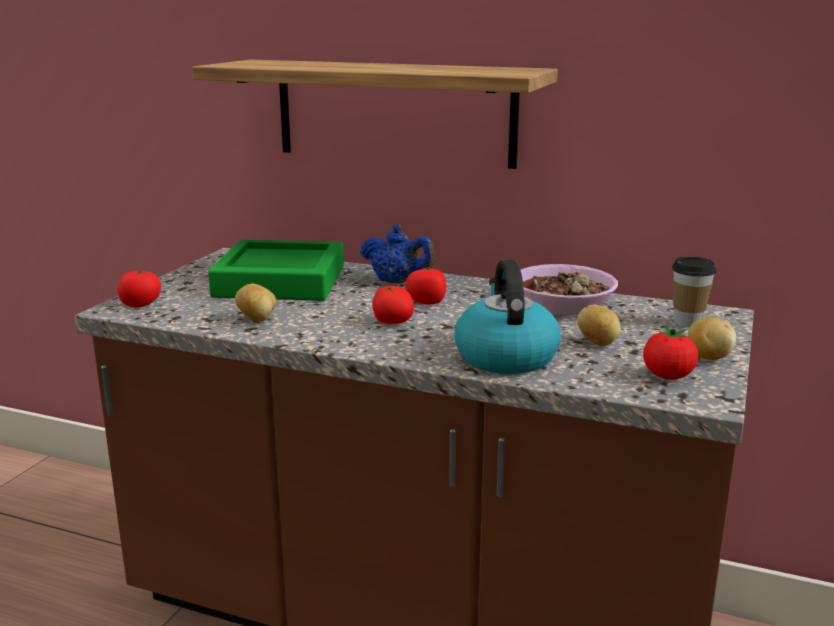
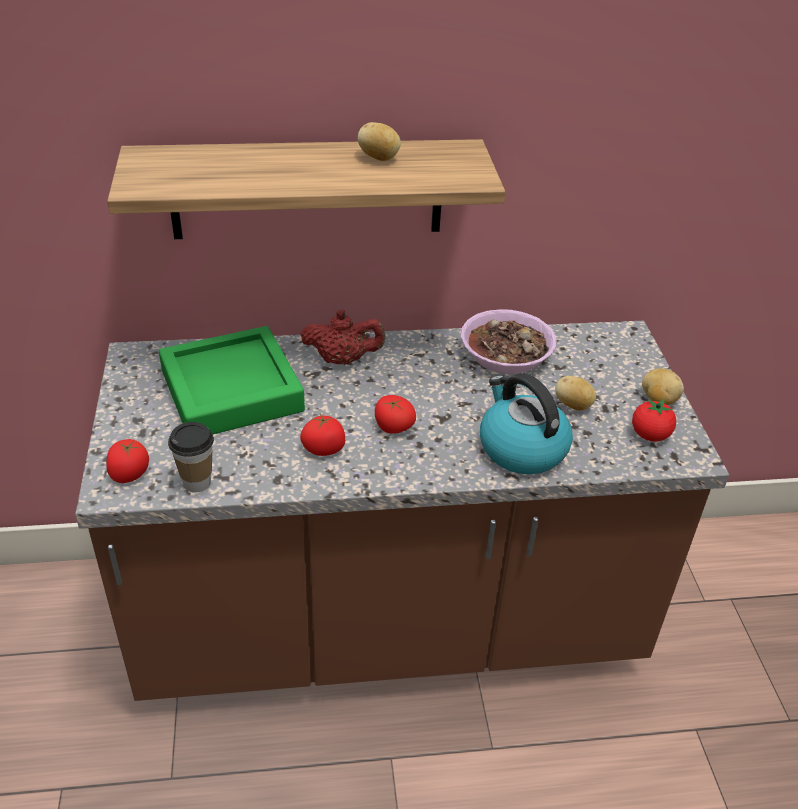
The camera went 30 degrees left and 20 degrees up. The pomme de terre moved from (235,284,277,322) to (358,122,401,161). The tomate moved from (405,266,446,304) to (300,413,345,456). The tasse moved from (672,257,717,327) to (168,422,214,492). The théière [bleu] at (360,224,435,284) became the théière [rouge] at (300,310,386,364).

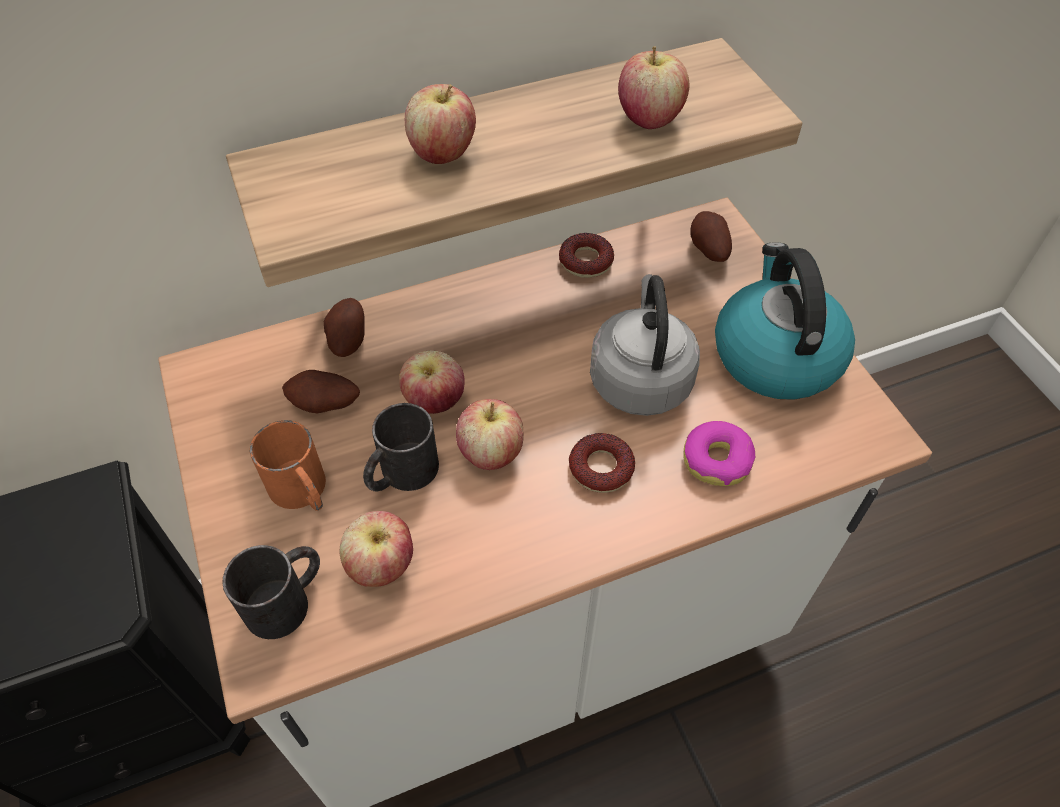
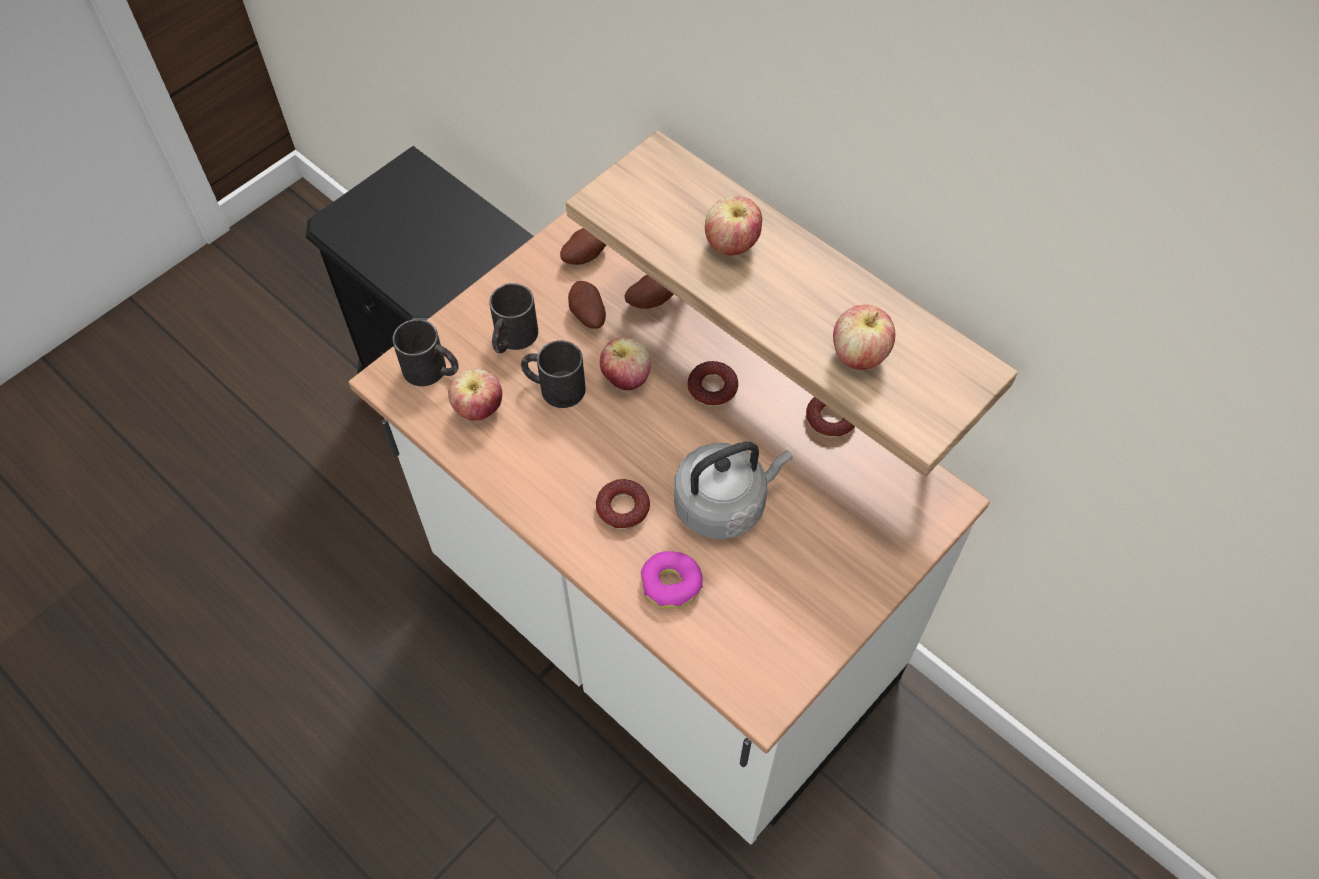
The camera went 65 degrees right and 5 degrees up. The pomme at (456,399,524,470) disappeared. The bouilloire at (715,242,855,400) disappeared. The beignet at (688,361,738,407) appeared. The pomme de terre moved from (690,211,732,262) to (560,228,606,265). The mug [orange] at (250,420,326,511) became the mug [noir] at (489,283,538,353).

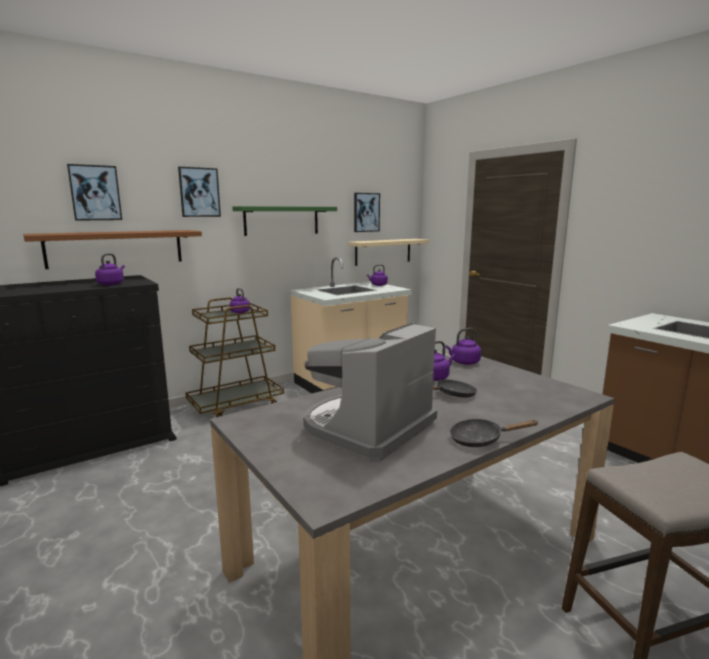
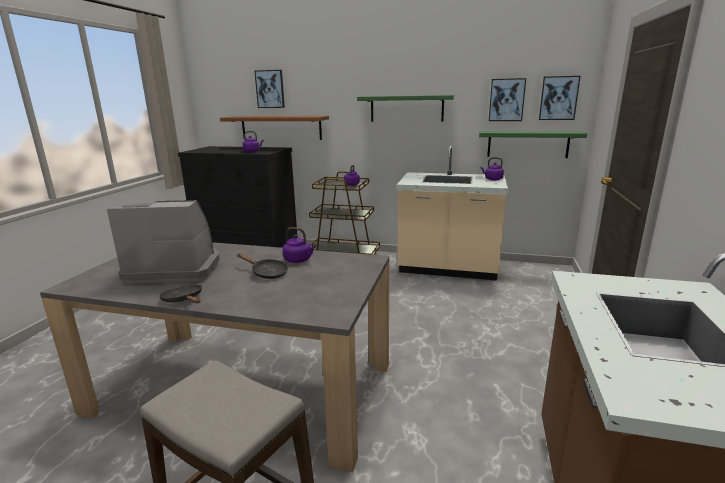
The camera went 50 degrees right and 5 degrees up. The bouilloire [violet] at (446,328,481,365) disappeared. The tableau moved from (178,167,221,217) to (539,76,580,120). The étagère [beige] at (348,239,429,266) became the étagère [vert] at (479,131,587,158).

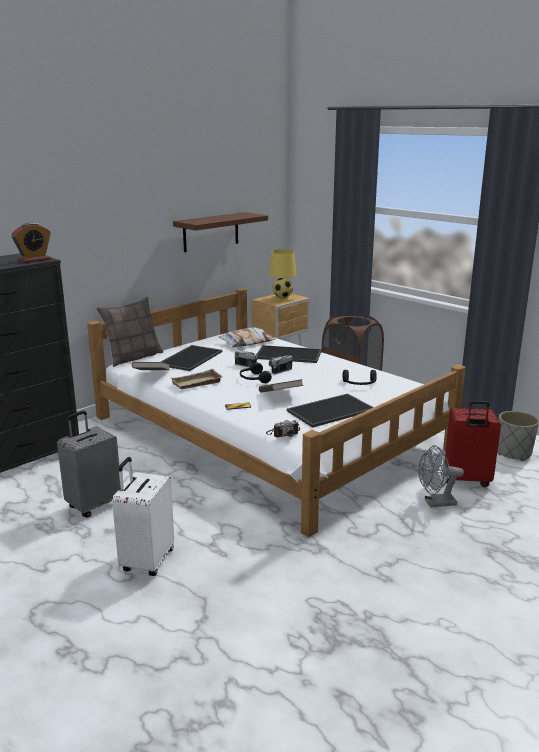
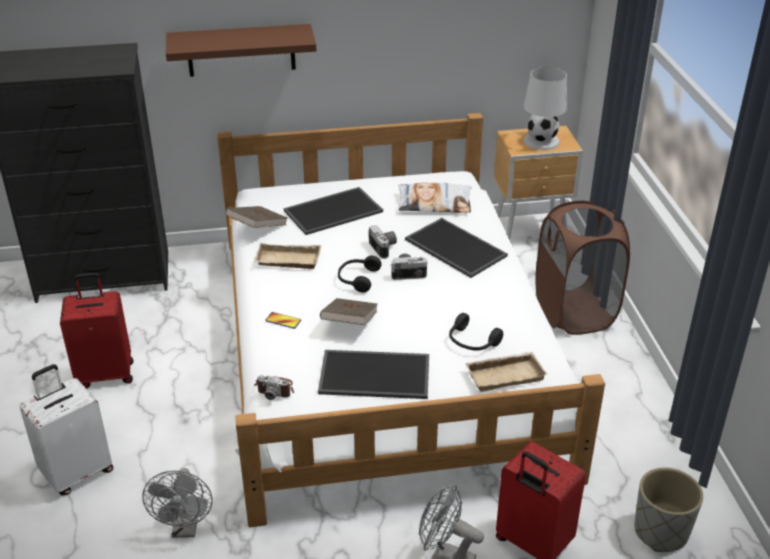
The camera went 35 degrees right and 15 degrees up. The réveil at (11,223,51,263) disappeared. The coussin at (97,297,163,367) disappeared. The ventilateur [gris] at (142,468,213,538) appeared. The plateau [beige] at (465,352,547,392) appeared. The étagère [marron] moved from (173,212,268,252) to (166,24,317,77). The valise [gris] at (57,411,121,518) became the valise [rouge] at (60,273,133,389). The lampe de table [jaune] at (269,250,297,302) became the lampe de table [blanc] at (524,66,567,150).

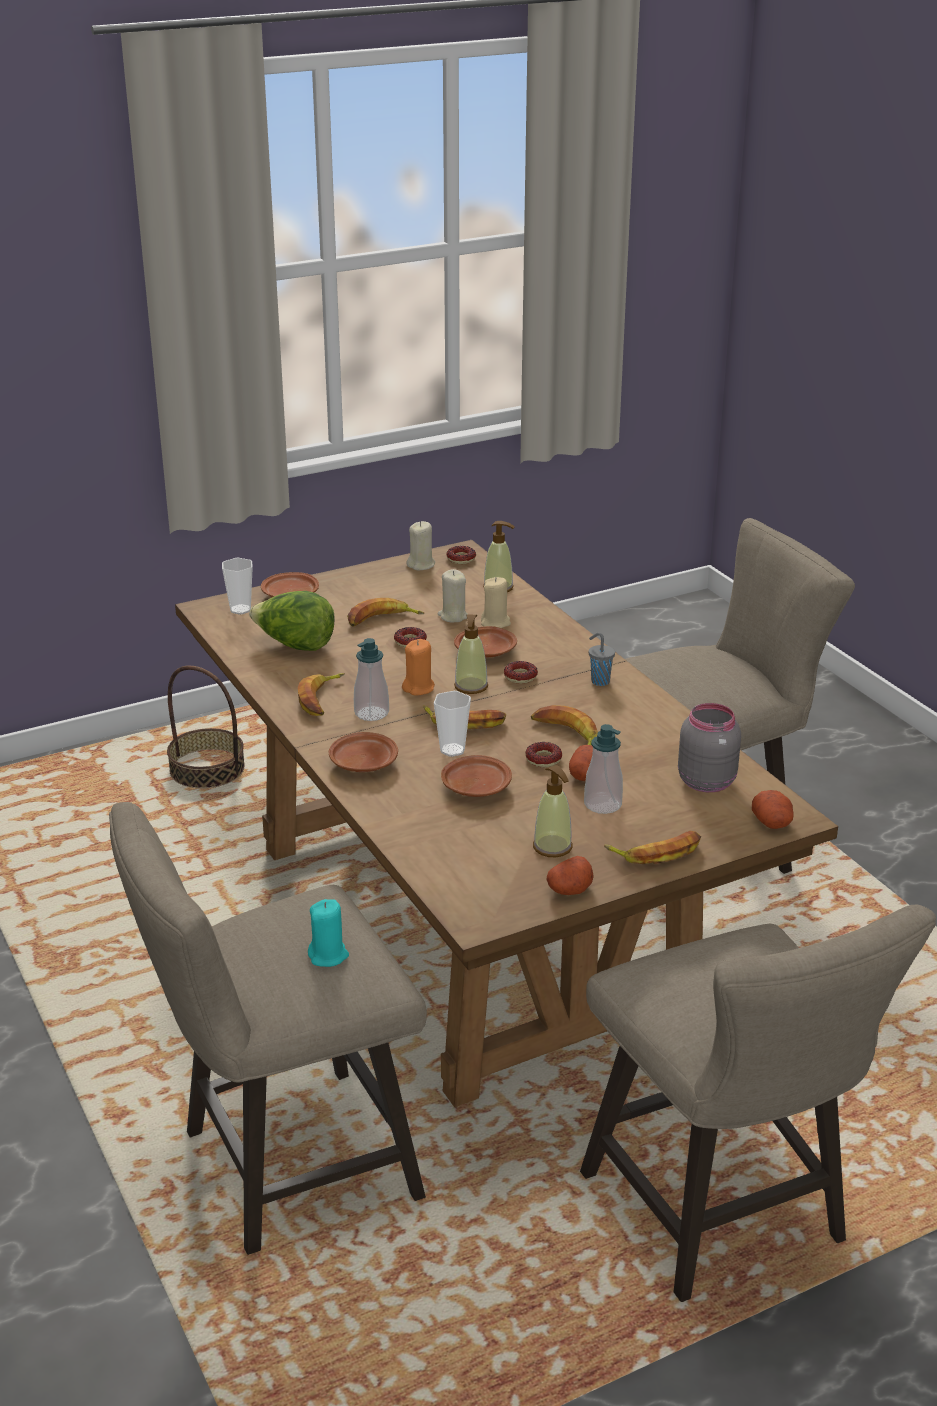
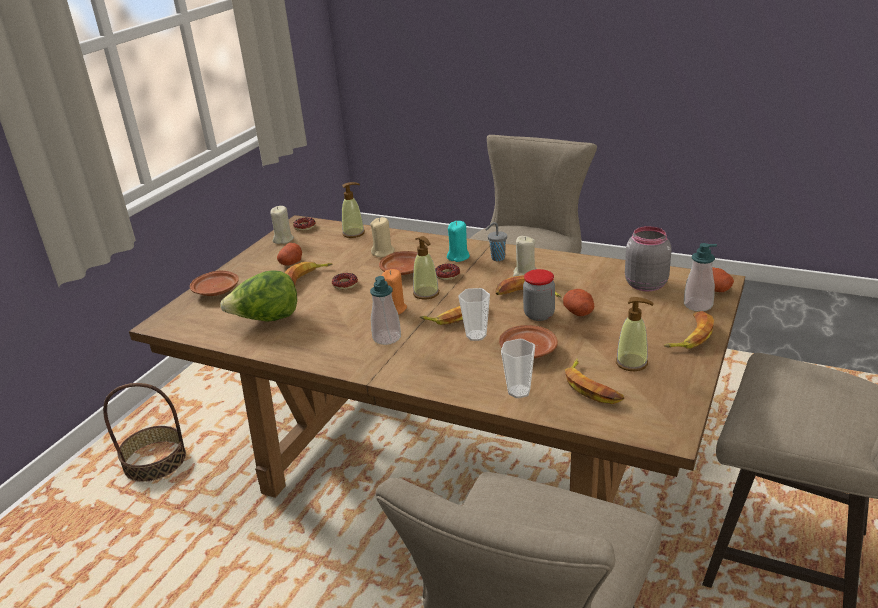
The camera went 35 degrees left and 0 degrees up. The assiette [marron] at (329,732,398,772) disappeared. The tasse moved from (222,558,253,615) to (501,339,535,398). The banane moved from (298,673,345,716) to (565,358,624,404). The bougie [turquoise] moved from (308,899,349,967) to (447,221,470,262). The bougie [beige] moved from (438,569,467,622) to (513,236,537,277). The pomme de terre moved from (547,856,594,895) to (277,243,302,266). The distributeur de savon moved from (584,724,623,814) to (684,243,717,311). The beignet at (525,742,562,767) was replaced by the bocal at (523,269,555,321).

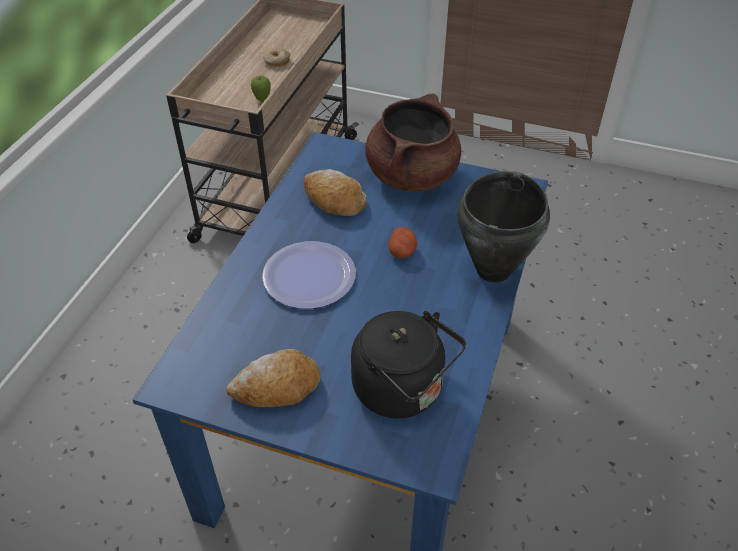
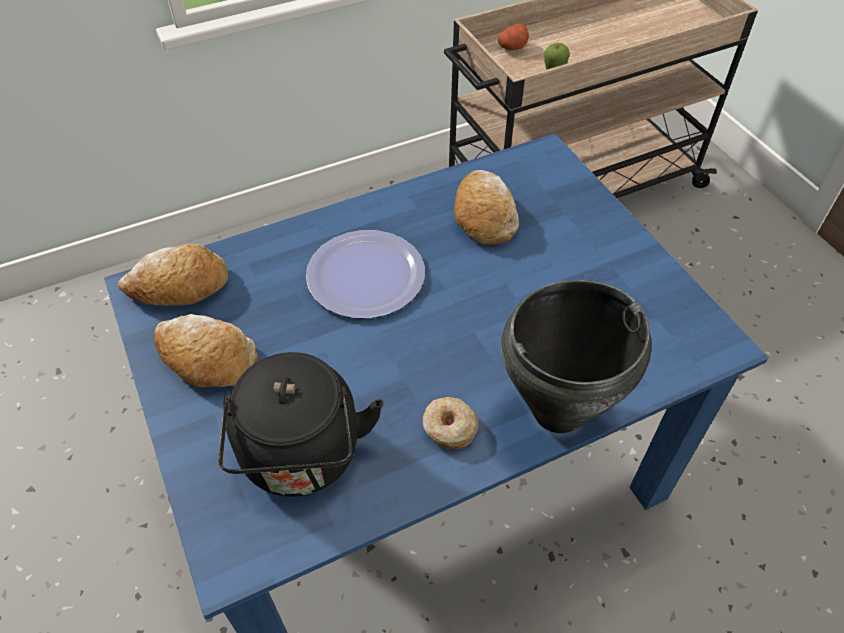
The camera went 45 degrees right and 5 degrees up. The marmite [marron] at (365,94,461,192) disappeared. The pain at (118,244,228,306) appeared. The beignet moved from (263,48,290,67) to (423,397,478,450). The pomme de terre moved from (388,227,418,258) to (498,24,529,50).

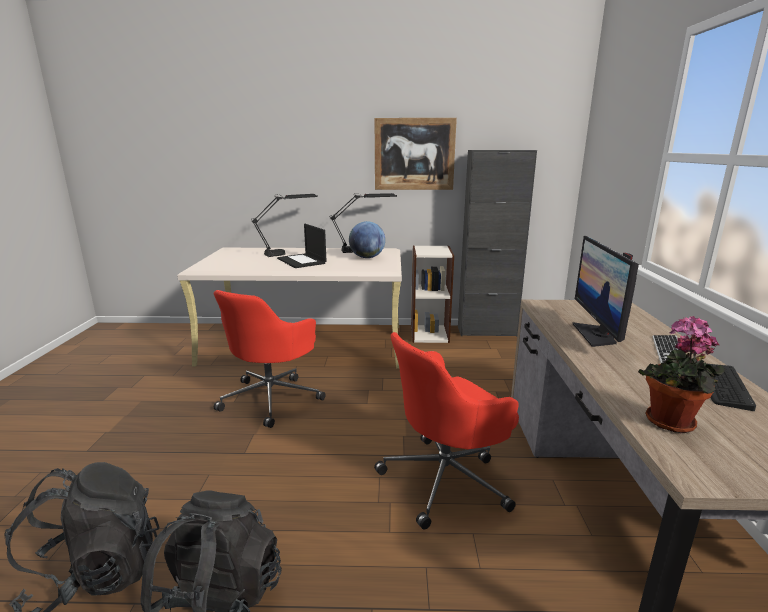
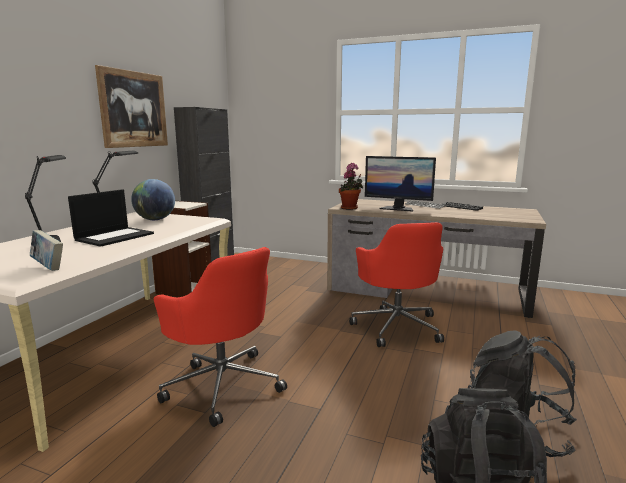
The camera went 70 degrees left and 5 degrees down. The livre at (30,230,63,271) appeared. The plante en pot moved from (638,316,725,433) to (339,163,363,210). The ordinateur portable at (277,224,327,268) turned 45 degrees counterclockwise.

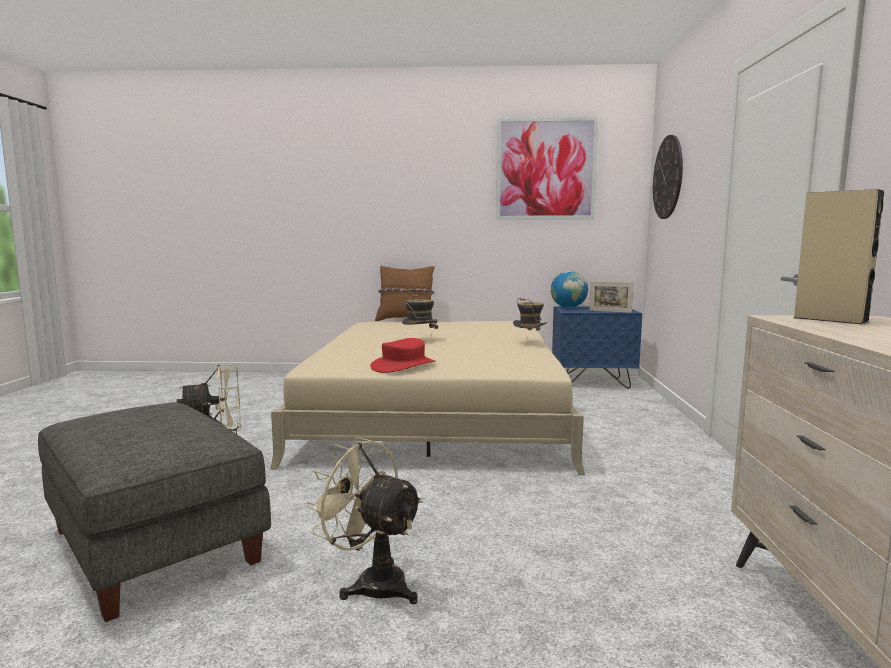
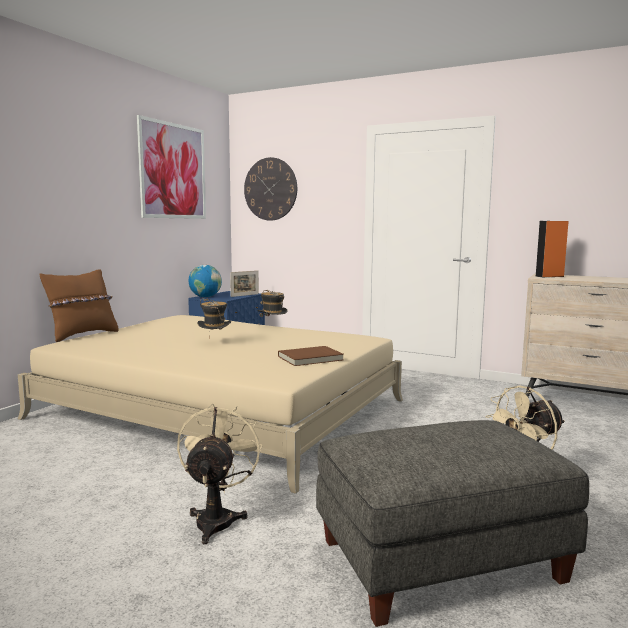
The camera went 65 degrees left and 0 degrees up. The chapeau [rouge] at (370,338,435,373) was replaced by the livre [marron] at (278,346,344,366). The enceinte [beige] at (794,189,884,325) became the enceinte [orange] at (535,221,569,277).

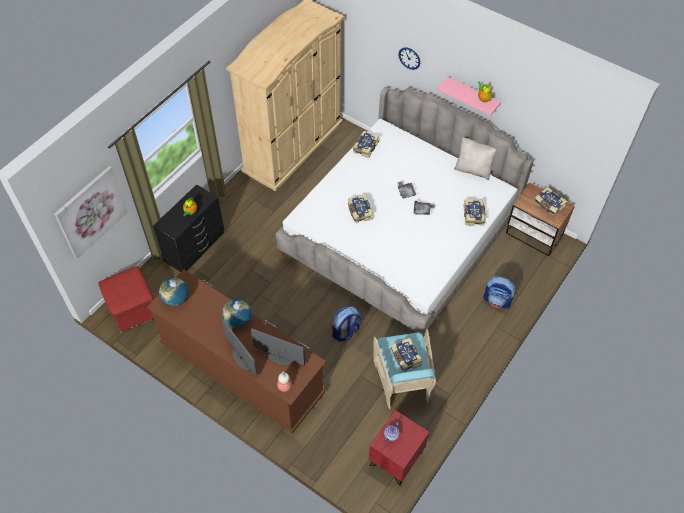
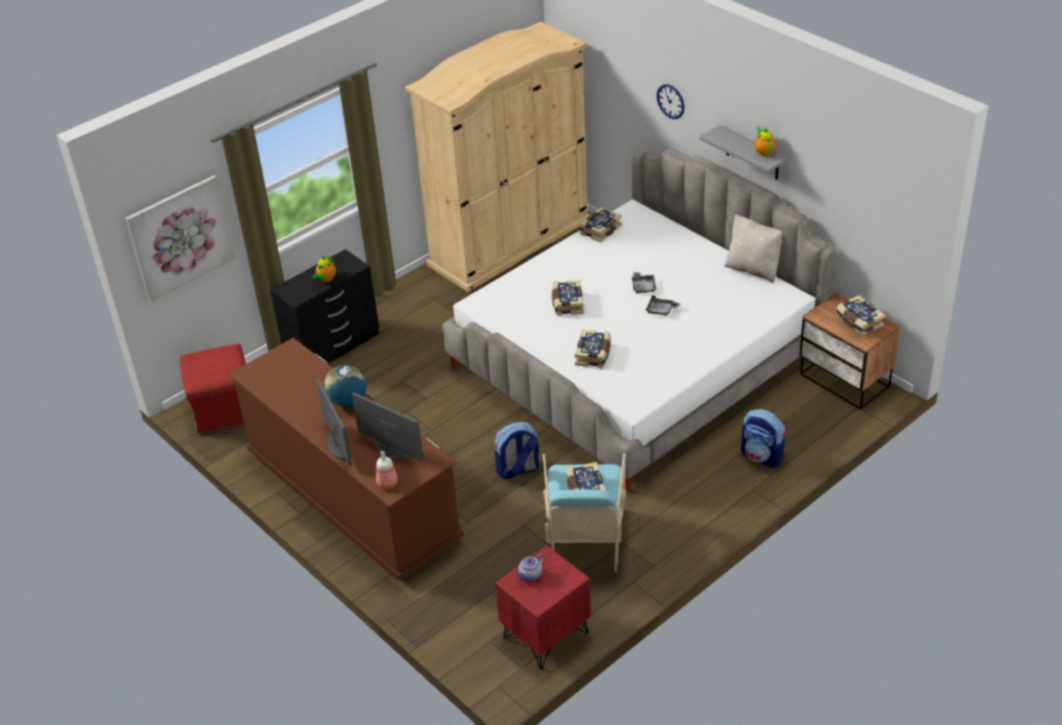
The camera went 15 degrees right and 15 degrees down. The globe at (159,277,189,306) disappeared. The livre moved from (464,199,486,226) to (575,329,611,368). The étagère [rose] at (437,77,501,116) became the étagère [gris] at (699,125,789,180).

